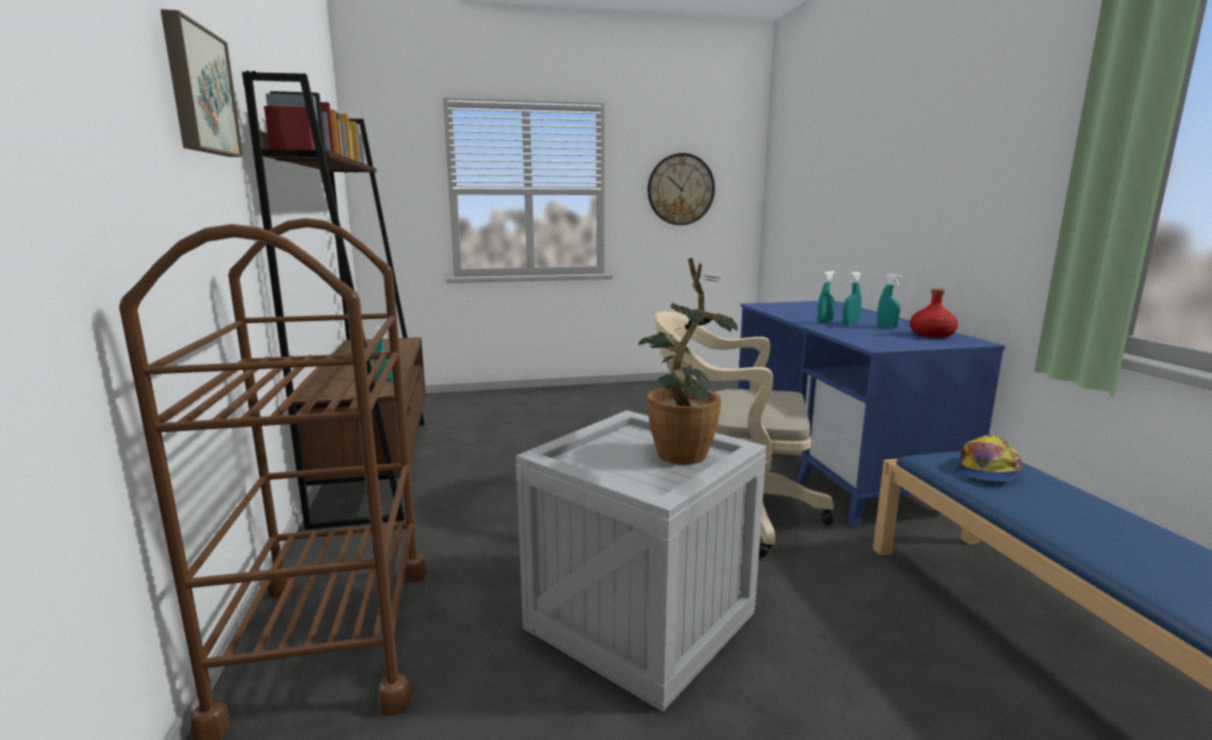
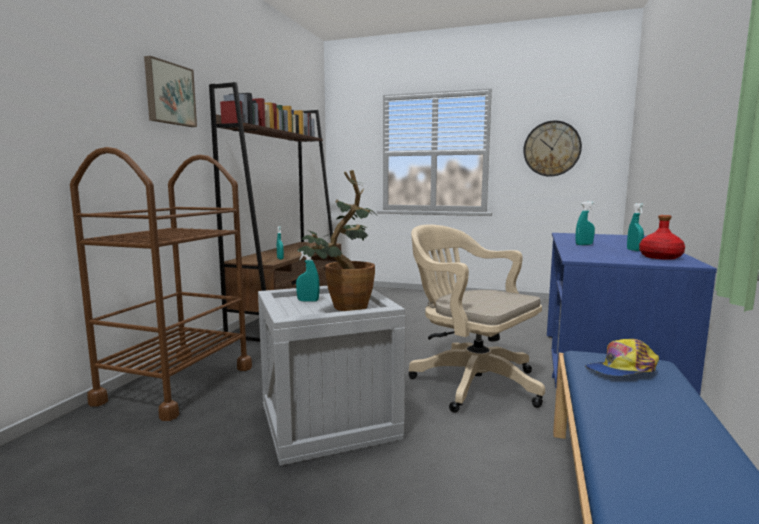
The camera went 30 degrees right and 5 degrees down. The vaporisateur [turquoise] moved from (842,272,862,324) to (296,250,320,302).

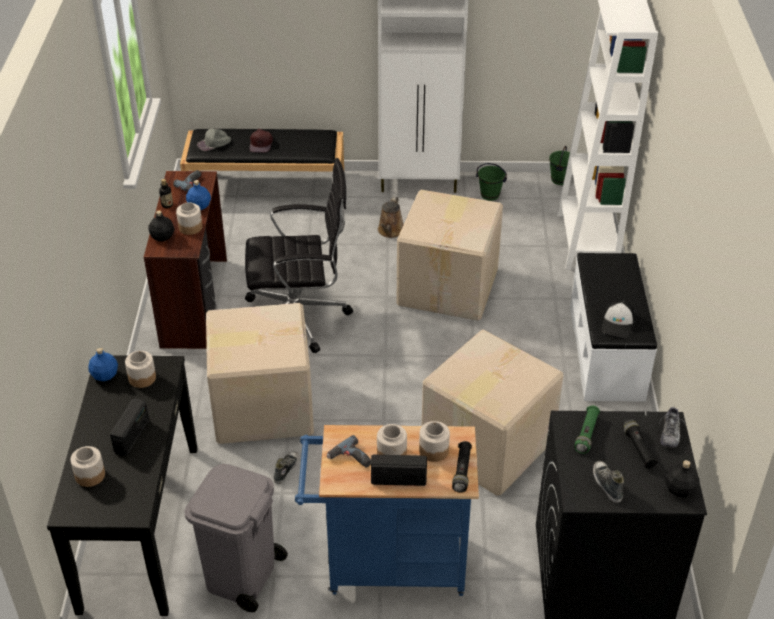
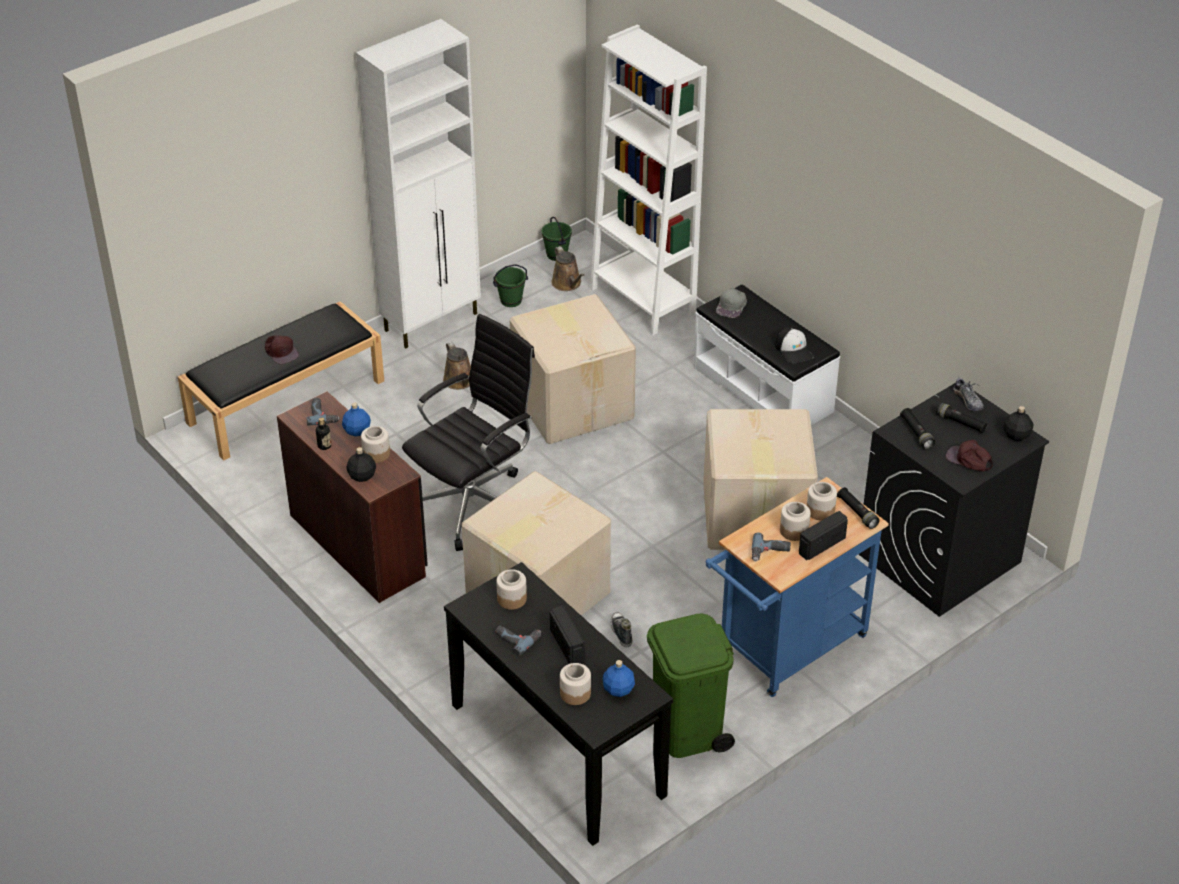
The camera went 40 degrees left and 0 degrees up. The perceuse at (495,626,541,656) appeared. The arrosoir [marron] at (551,246,584,291) appeared. The bouteille [bleu] moved from (88,348,118,381) to (603,660,635,697). The casquette [gris] moved from (197,129,231,151) to (716,288,747,318). The chaussure at (593,461,624,503) was replaced by the casquette [marron] at (946,440,993,471). The poubelle [gris] at (184,464,288,612) became the poubelle [vert] at (647,613,735,758). The lampe de poche [vert] at (574,406,600,454) became the lampe de poche [noir] at (900,408,935,449).

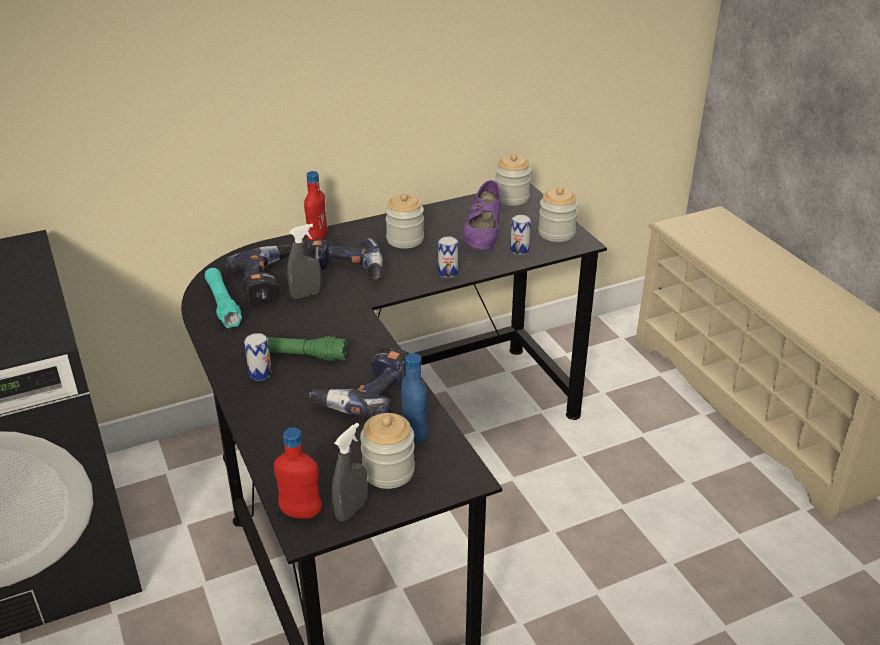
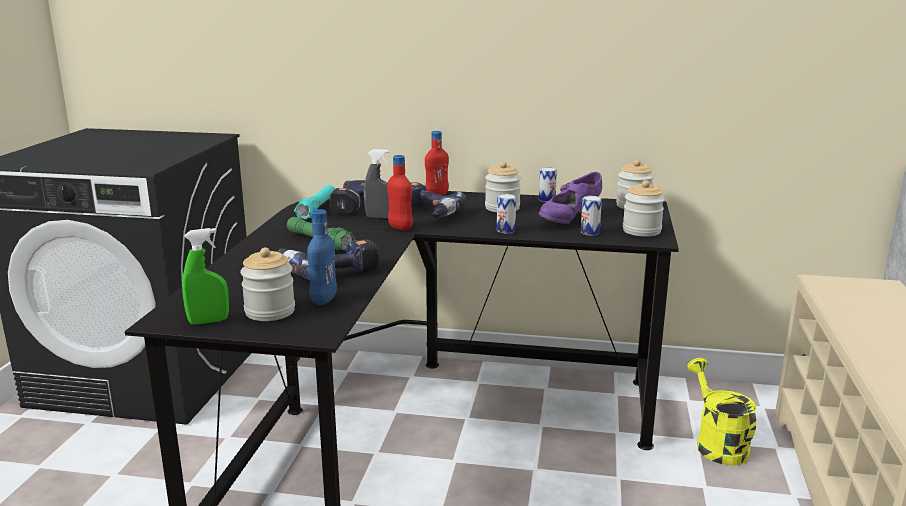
The camera went 35 degrees right and 15 degrees down. The arrosoir [jaune] at (687,358,756,466) appeared. The boîte métallique moved from (244,333,272,381) to (539,167,557,202). The bouteille [rouge] moved from (274,428,322,519) to (387,155,413,231). The vaporisateur [gris] at (332,423,368,522) became the vaporisateur [vert] at (182,228,229,325).

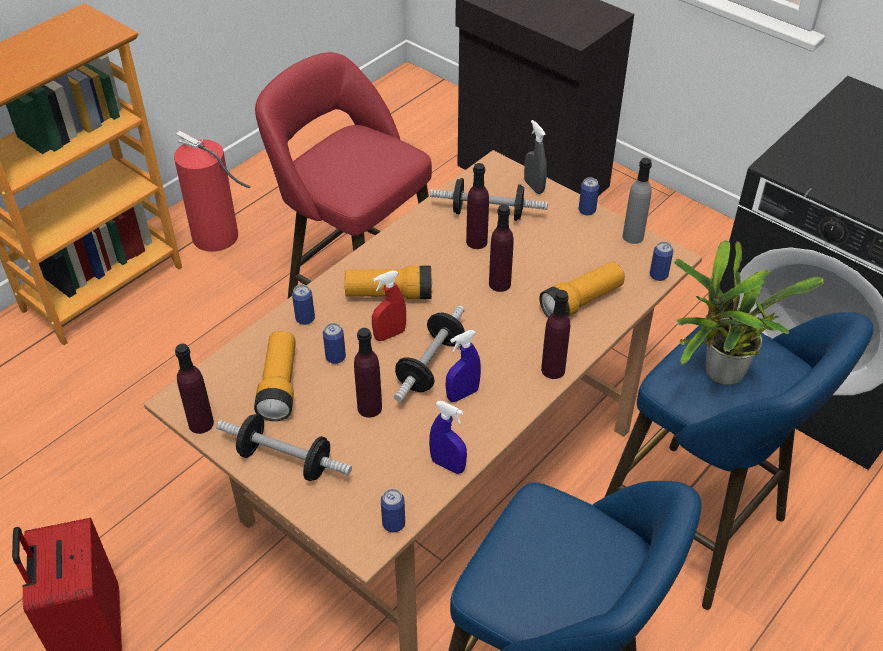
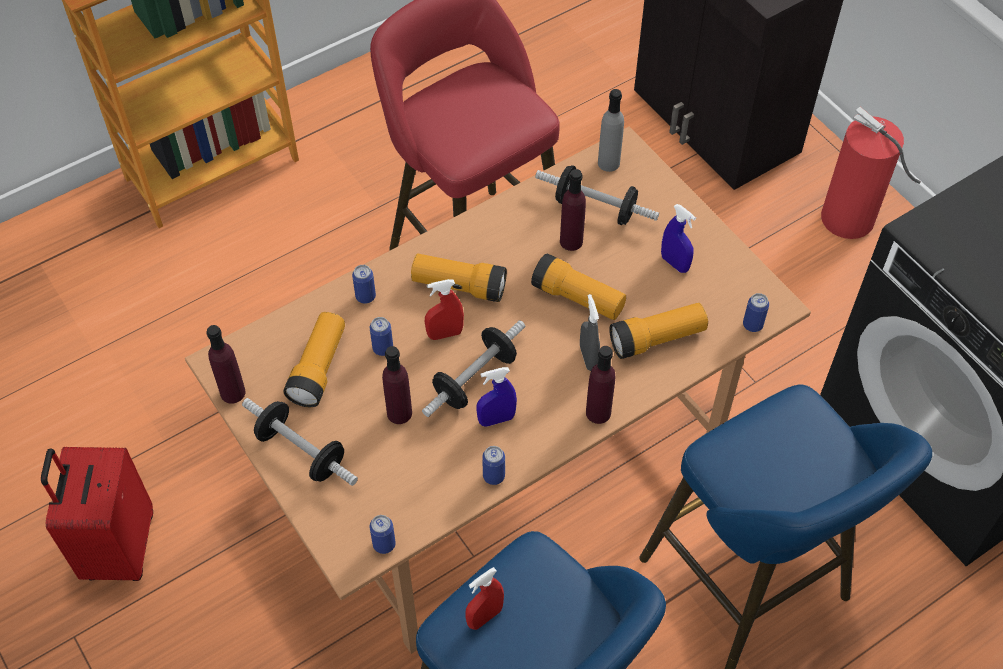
The camera went 15 degrees right and 10 degrees up. The plante en pot at (674,239,824,385) disappeared. The vaporisateur [rouge] at (465,567,504,630) appeared. The extincteur moved from (174,131,251,252) to (821,107,921,239). The vaporisateur [bleu] moved from (429,401,467,474) to (661,204,696,273). The vaporisateur [gris] moved from (524,120,547,194) to (580,294,600,371). The boîte métallique moved from (579,177,599,215) to (482,446,505,485). The bouteille [gris] moved from (623,158,652,244) to (598,89,624,172). The bouteille [violet] at (489,204,514,292) was replaced by the lampe de poche at (531,254,626,320).

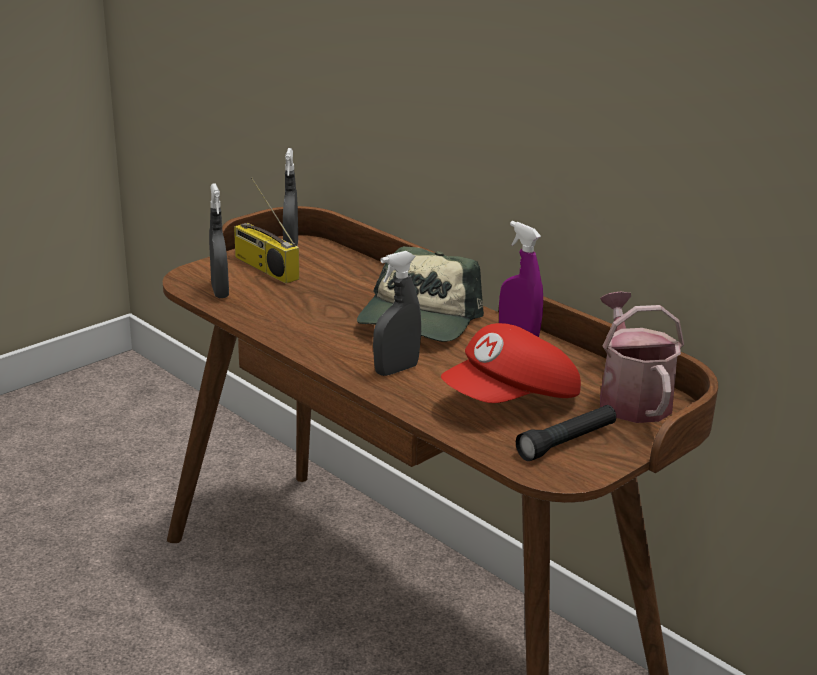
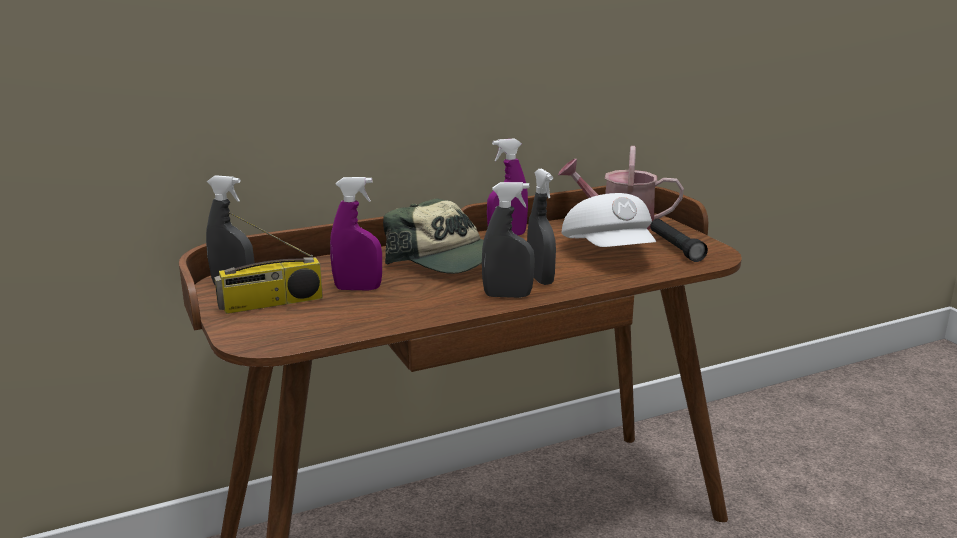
The camera went 70 degrees left and 5 degrees down. The vaporisateur [violet] at (330,177,382,291) appeared. The vaporisateur [gris] moved from (209,183,229,298) to (482,182,535,298). The casquette [rouge] at (441,323,581,403) became the casquette [blanc] at (562,193,656,247).

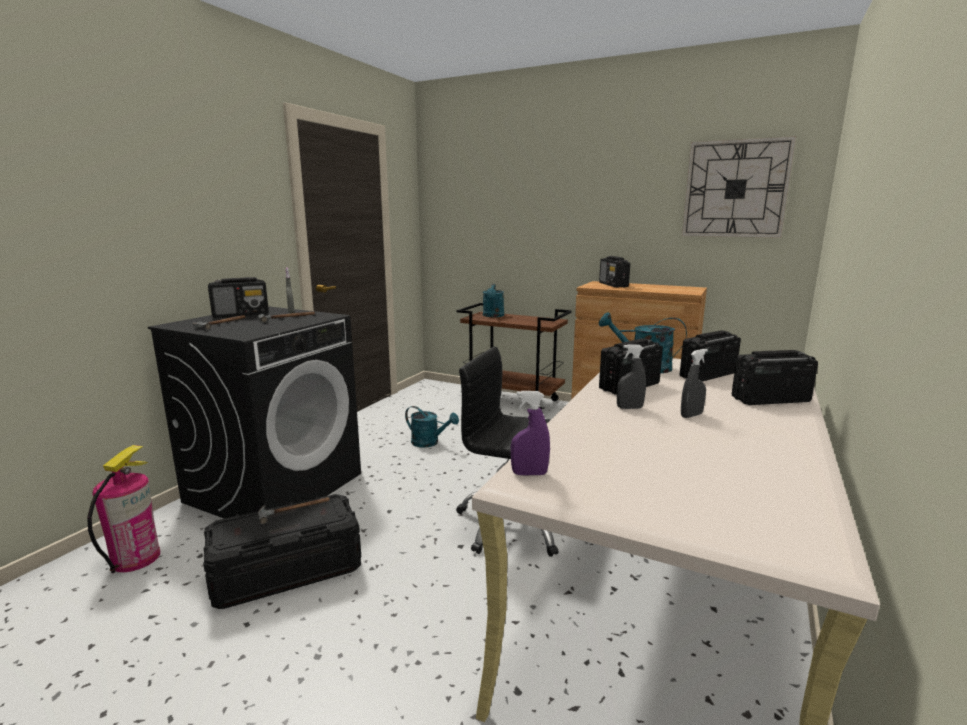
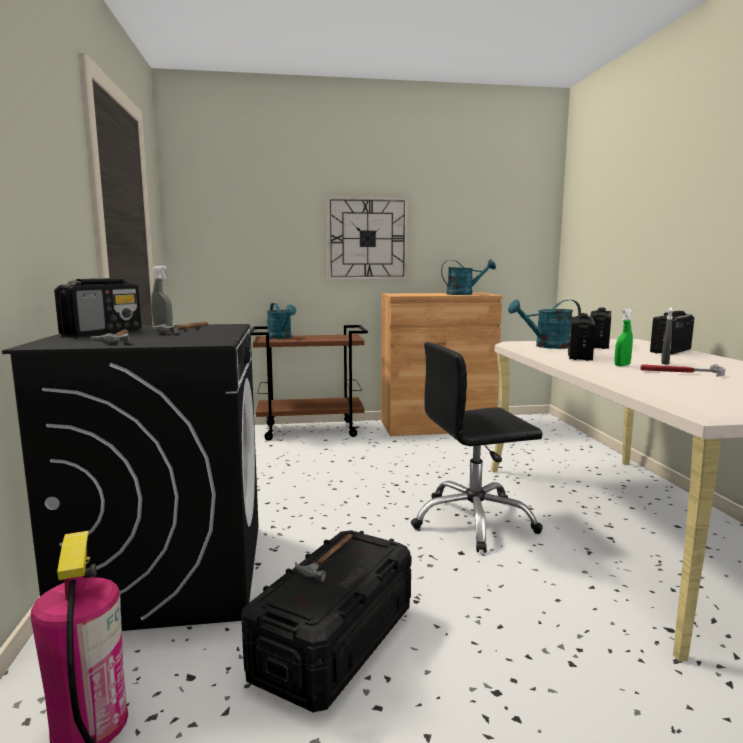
The camera went 35 degrees left and 5 degrees down. The vaporisateur [violet] at (511,391,550,475) disappeared. The radio at (599,256,630,288) disappeared. The marteau at (640,364,725,377) appeared. The arrosoir [turquoise] moved from (405,406,459,448) to (441,259,496,295). The horloge murale moved from (682,136,796,238) to (327,196,408,280). The vaporisateur [gris] at (617,345,646,409) became the vaporisateur [vert] at (614,308,633,366).

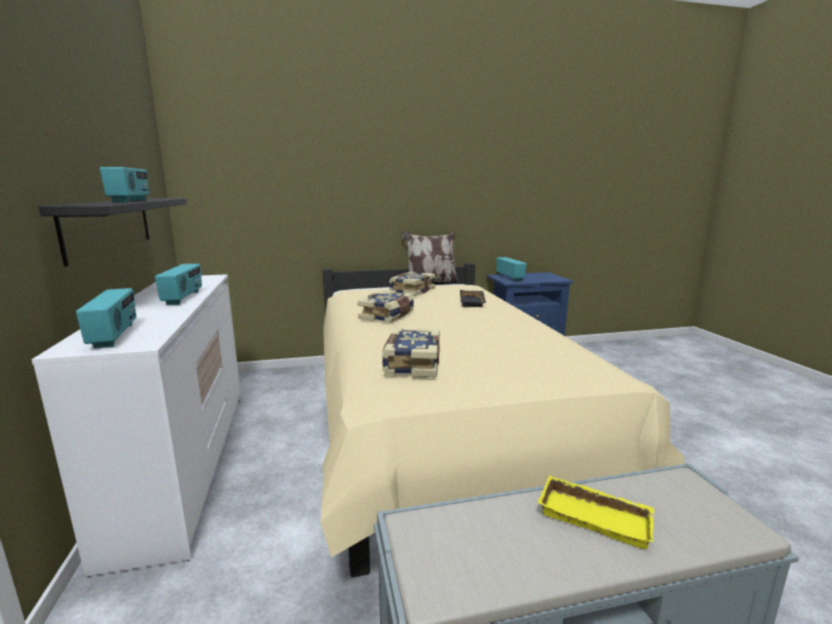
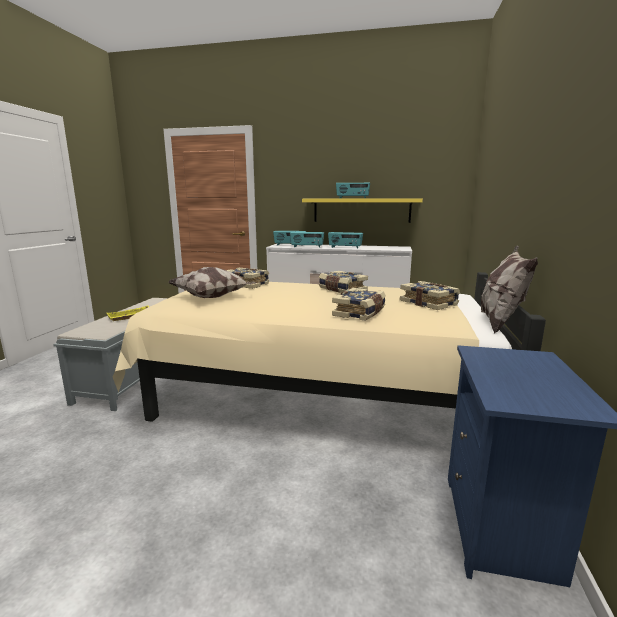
The camera went 115 degrees right and 0 degrees up. The coussin at (169,267,257,298) appeared. The radio moved from (496,257,527,281) to (290,232,324,248). The plateau [noir] at (460,290,486,307) was replaced by the livre at (332,288,386,321). The étagère [noir] at (39,198,187,267) became the étagère [jaune] at (302,198,423,223).

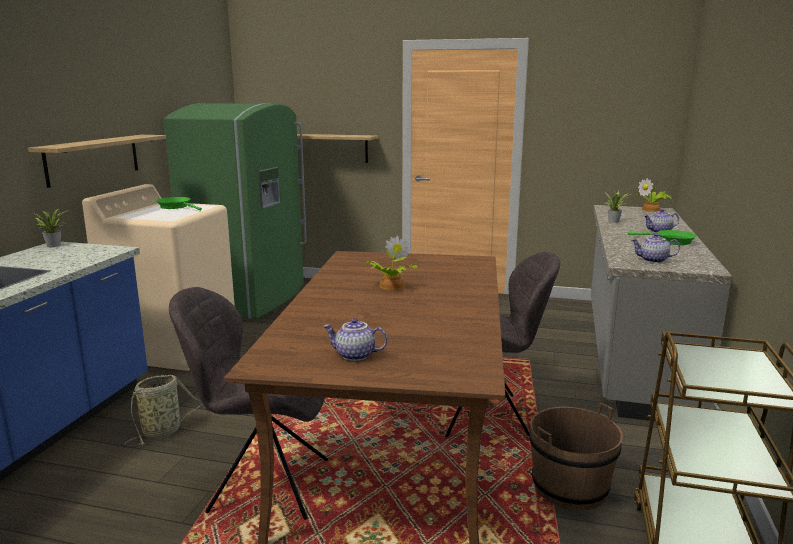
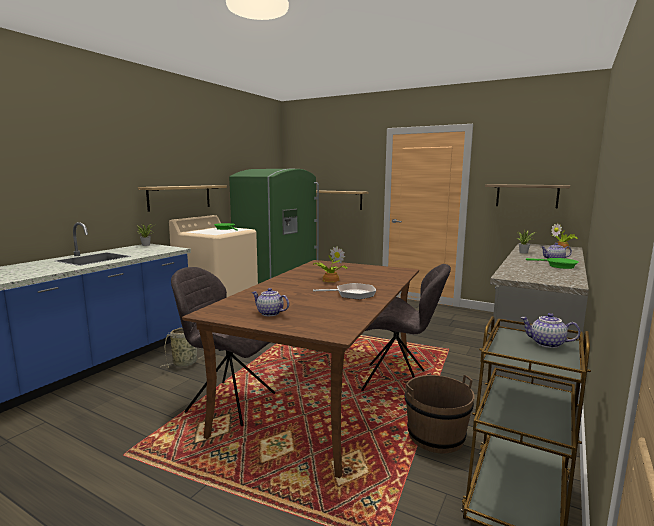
The camera went 15 degrees right and 5 degrees down. The poêle at (313,283,376,299) appeared. The étagère at (485,184,570,208) appeared. The théière moved from (631,233,680,263) to (520,313,580,348).

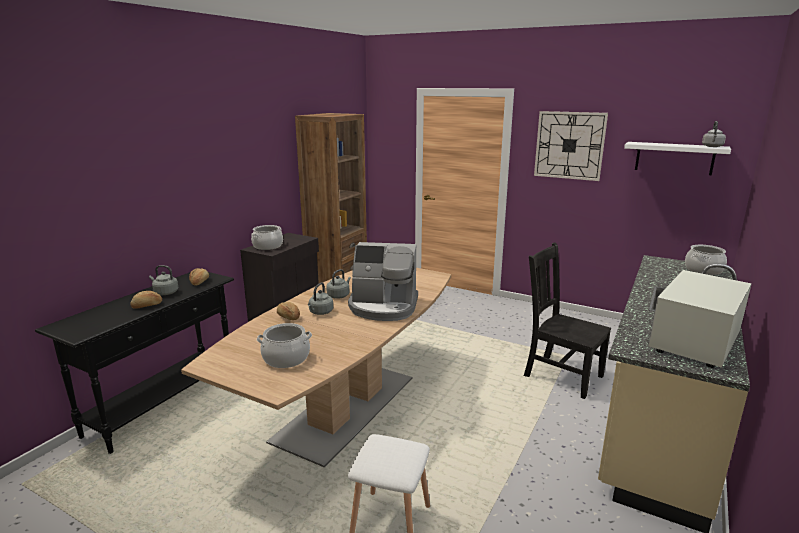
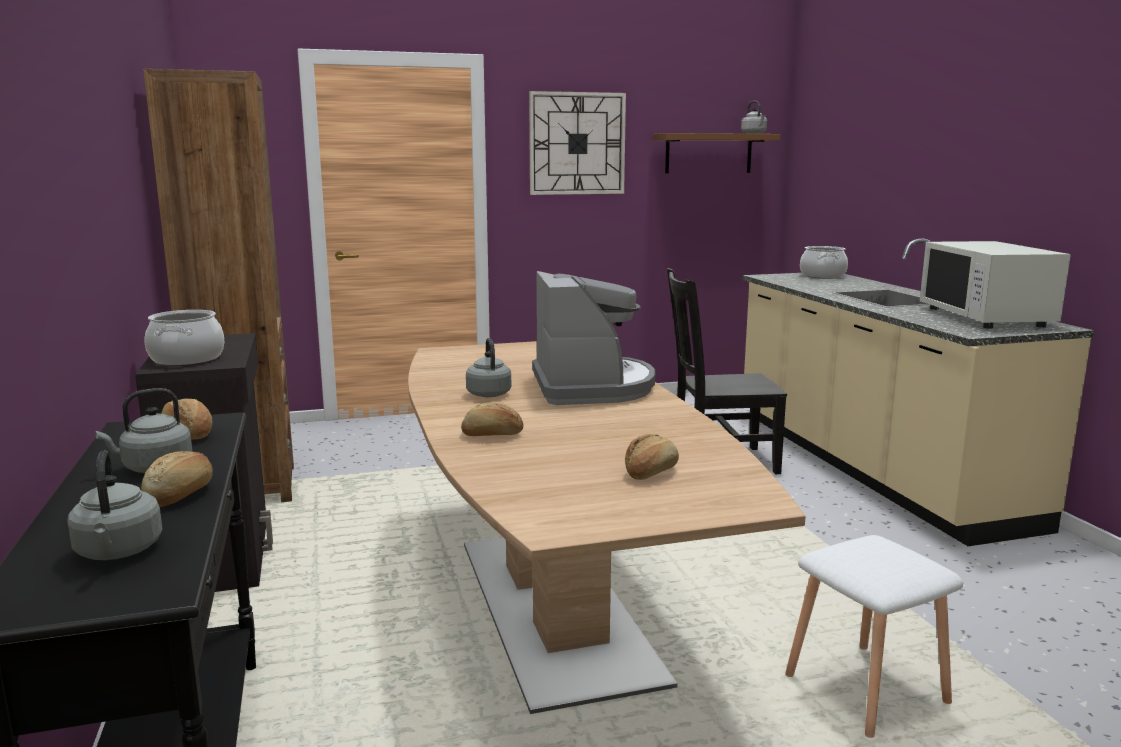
The camera went 45 degrees left and 5 degrees down. The bouilloire [gris] moved from (308,283,333,315) to (67,451,162,560). The marmite at (257,323,312,368) was replaced by the pain at (625,434,679,480). The étagère [blanc] at (624,142,731,175) became the étagère [marron] at (653,133,781,173). The machine à café at (348,242,418,321) turned 60 degrees counterclockwise.

